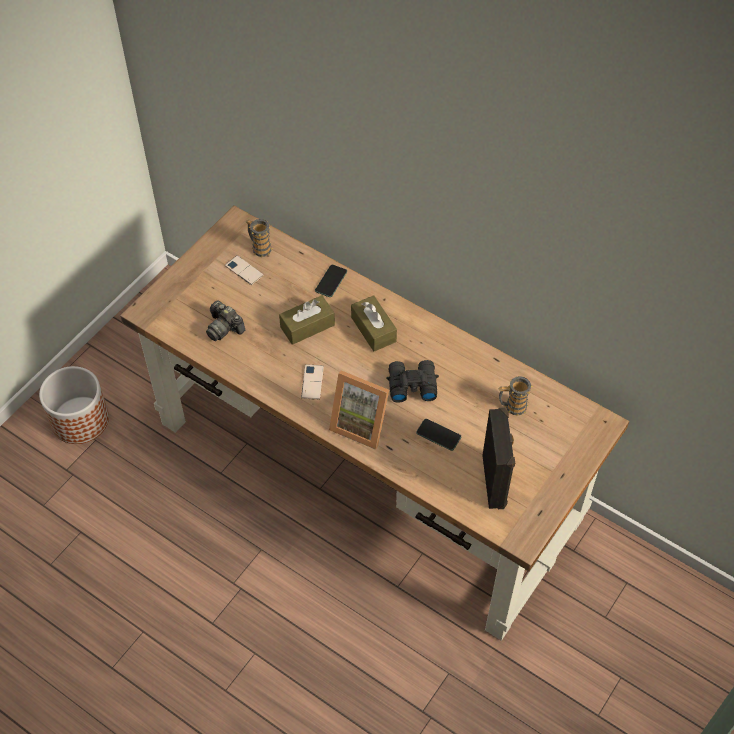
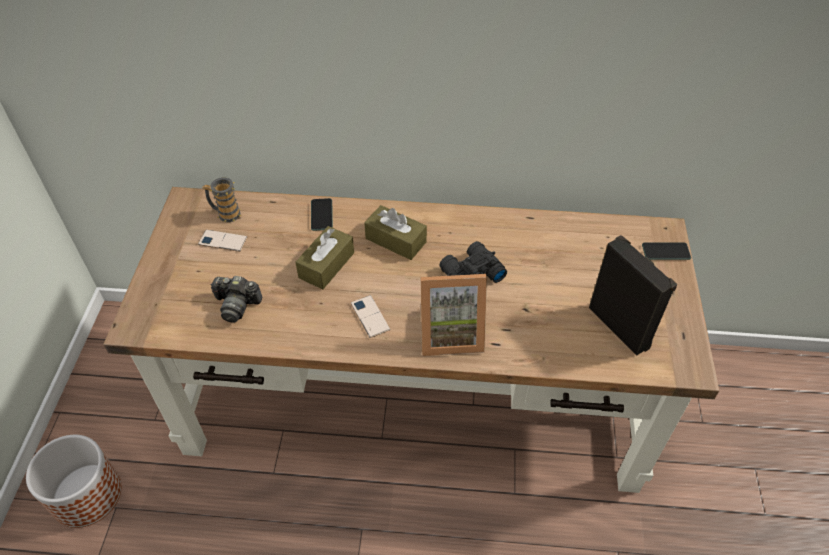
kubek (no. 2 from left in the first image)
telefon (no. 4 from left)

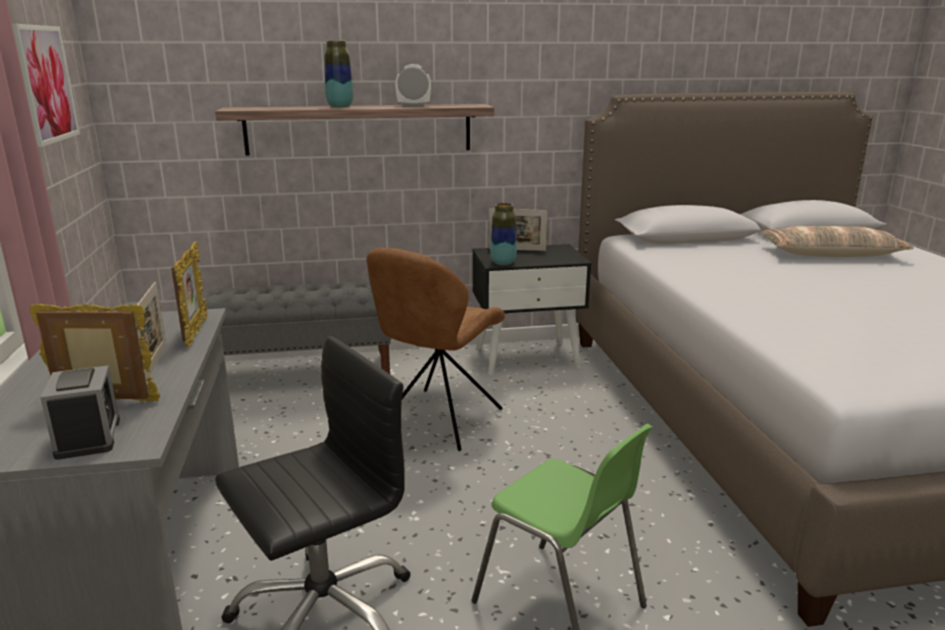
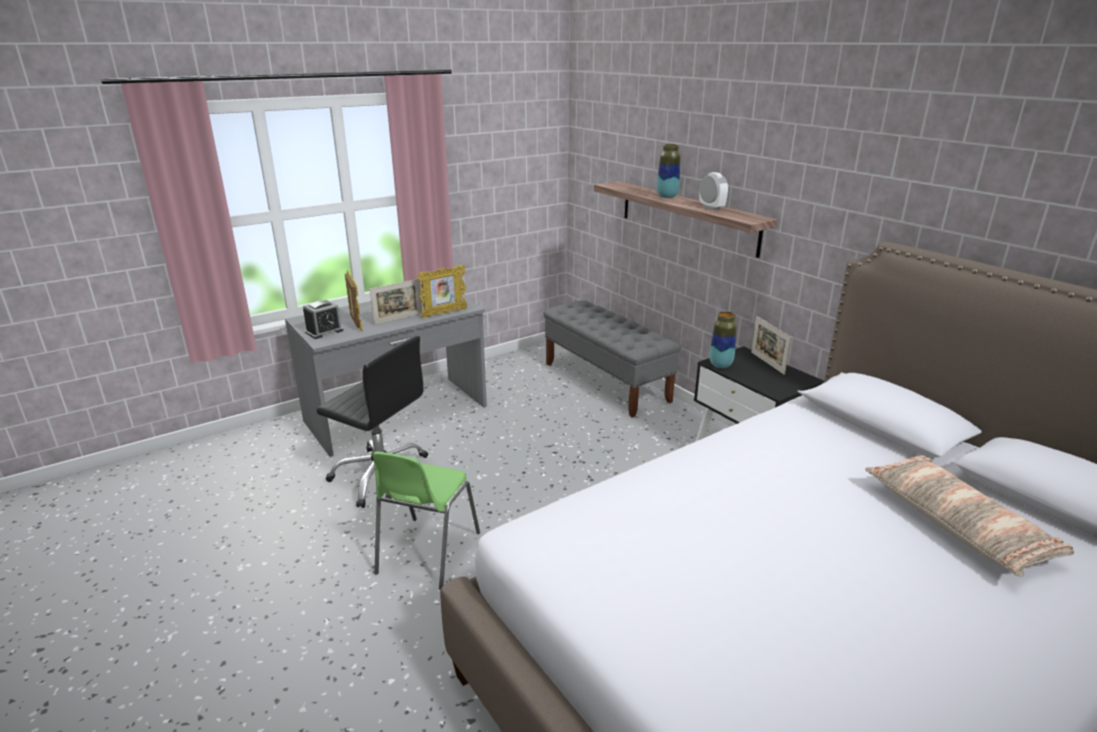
obraz
krzesło/brązowy

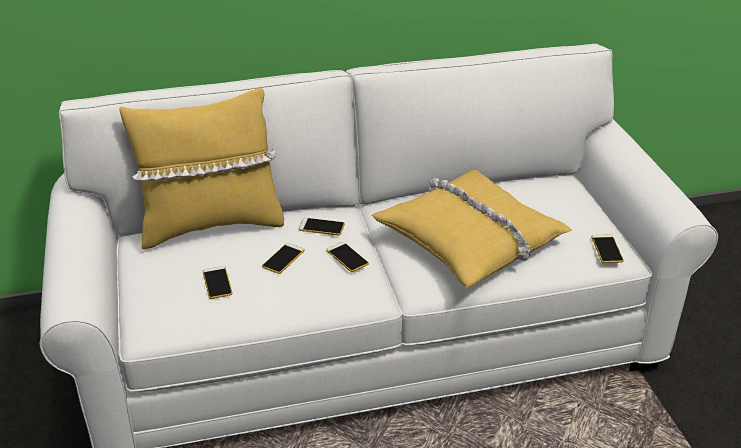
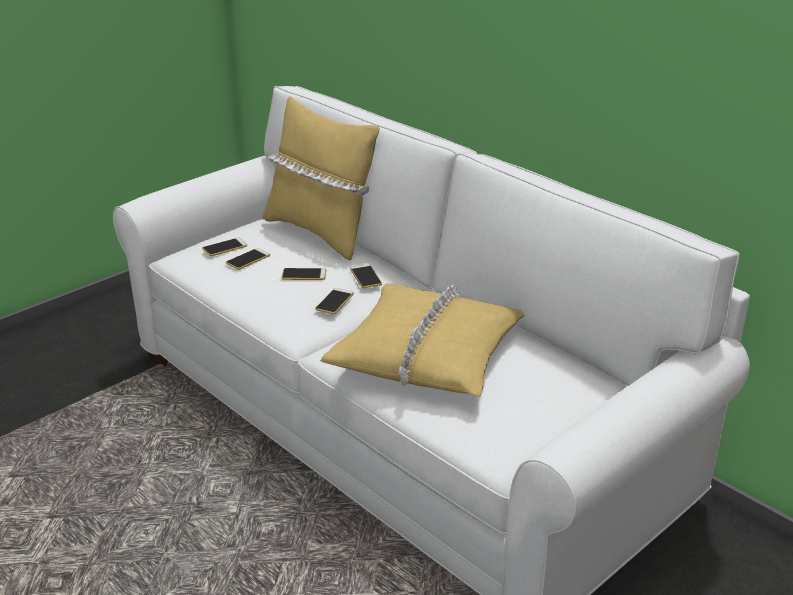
telefon (no. 1 from left)

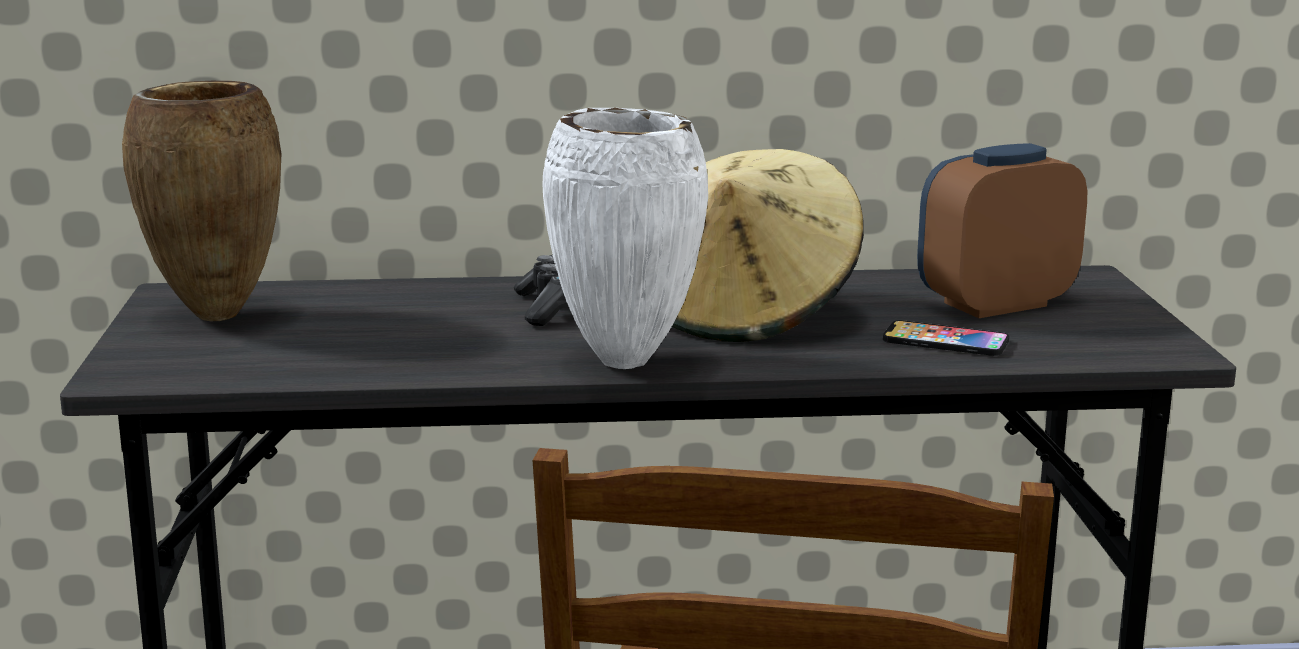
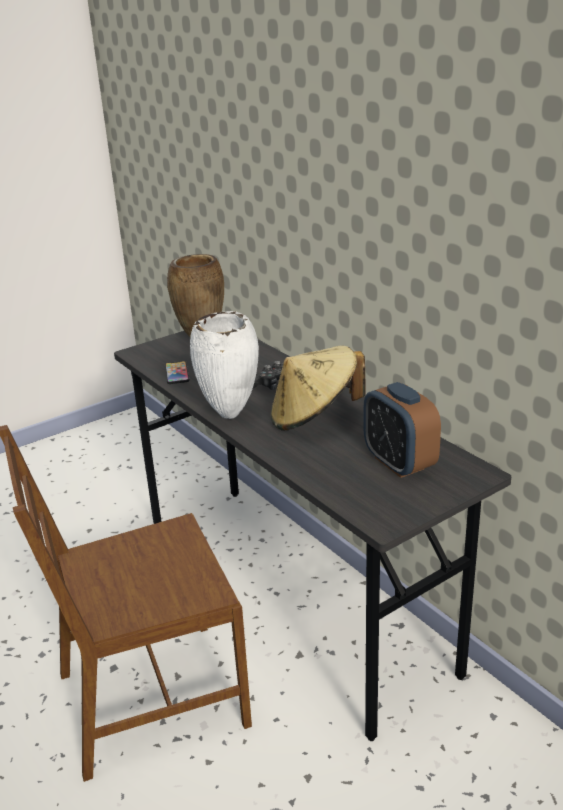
budzik
telefon

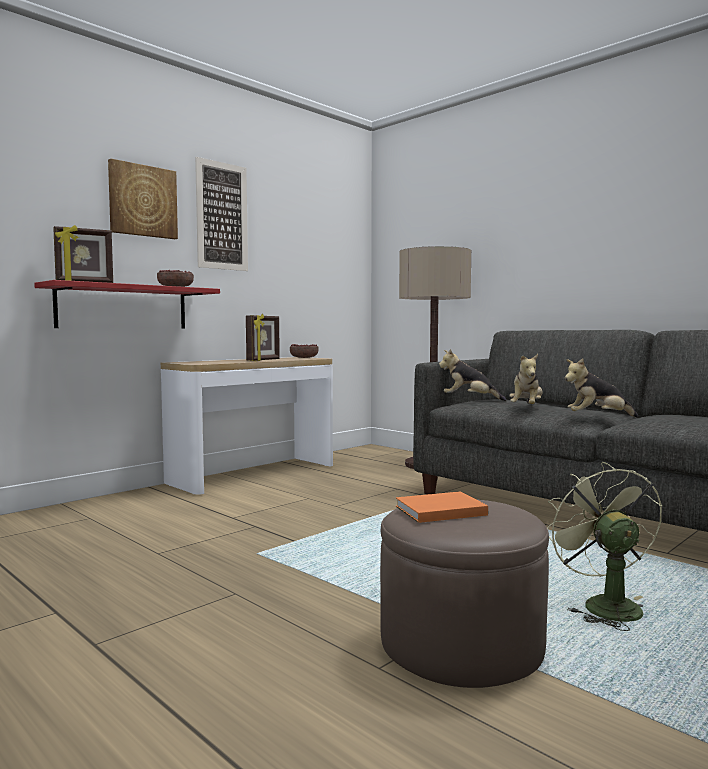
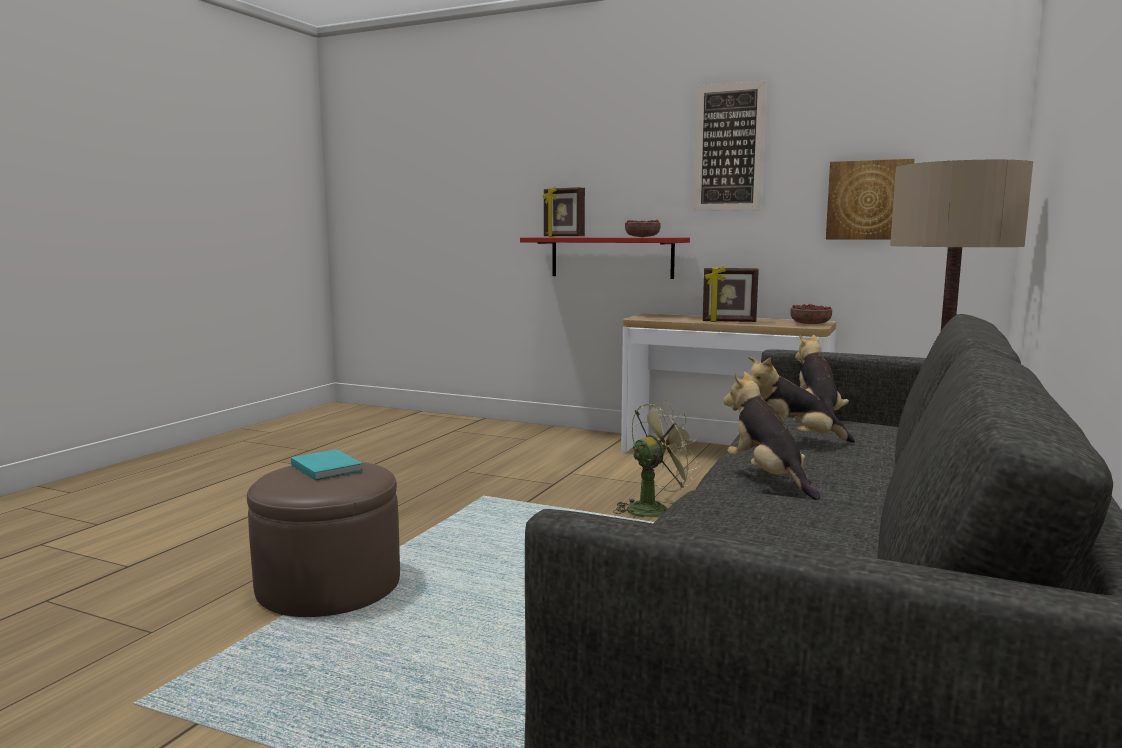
obraz (no. 2 from left)
wentylator/zielony
książka/turkusowy

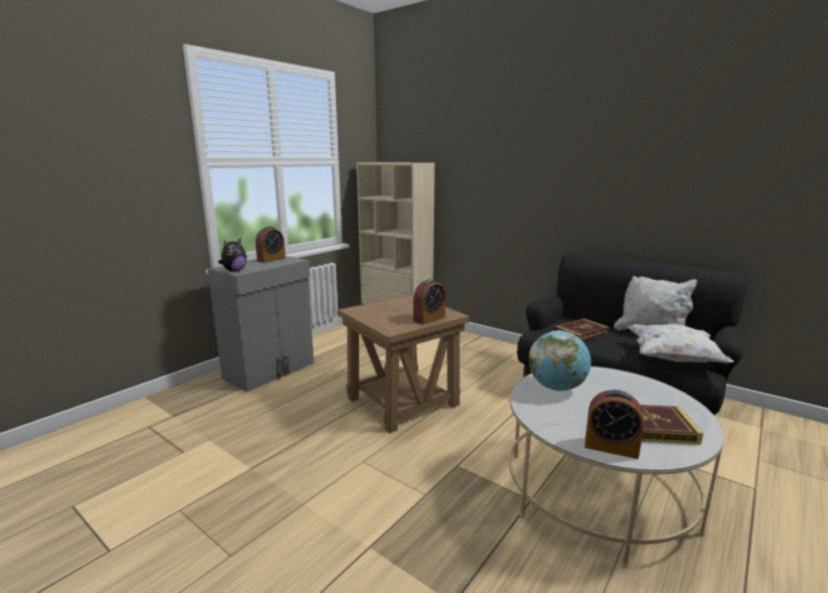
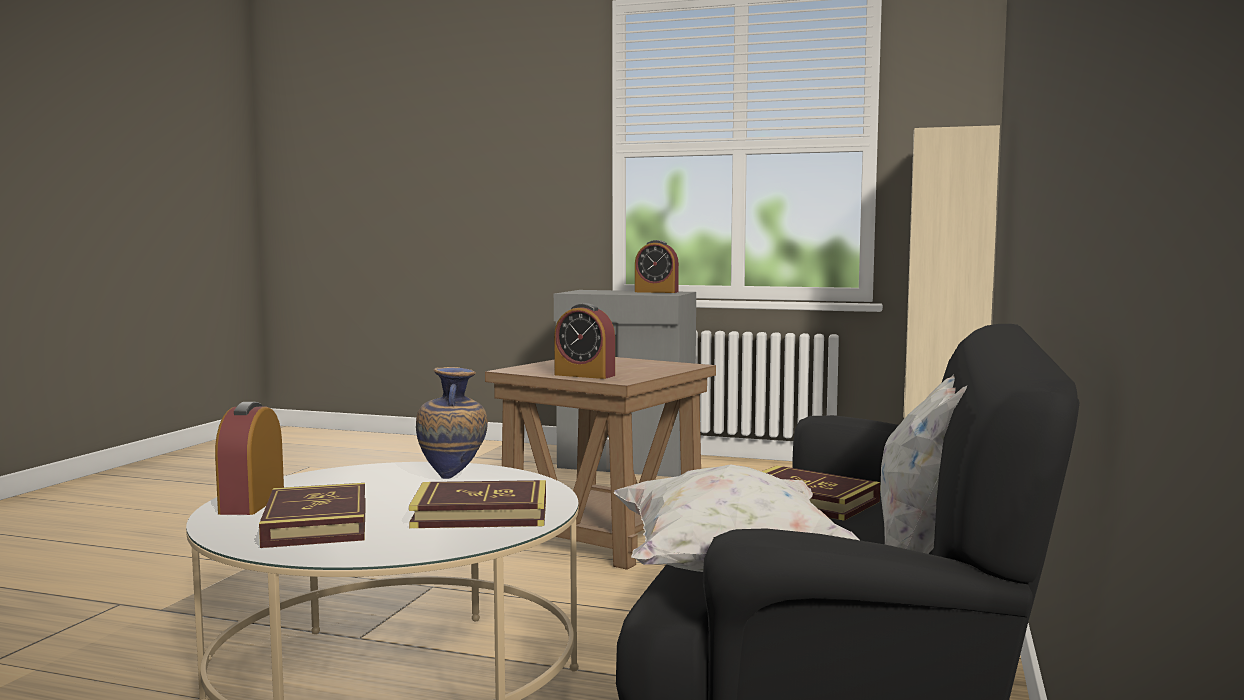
pluszak
wazon
książka (no. 2 from left)

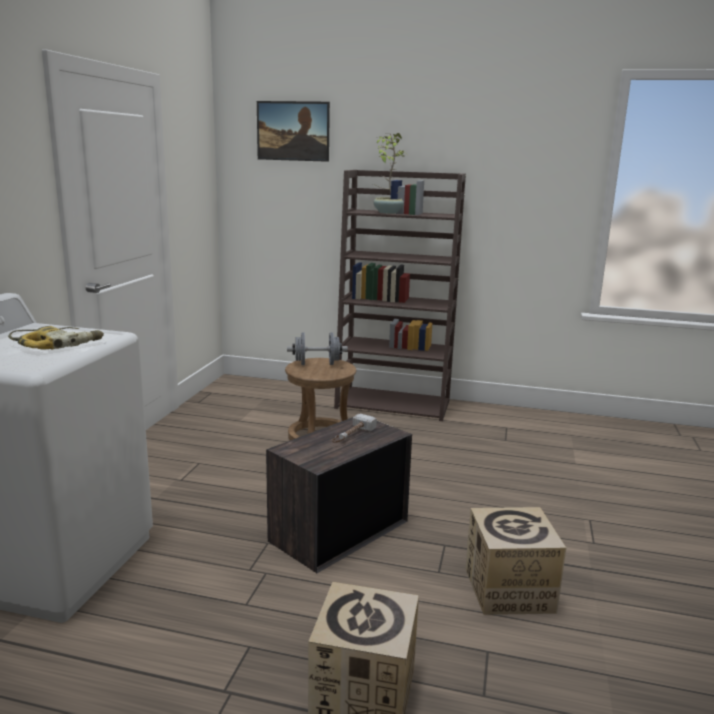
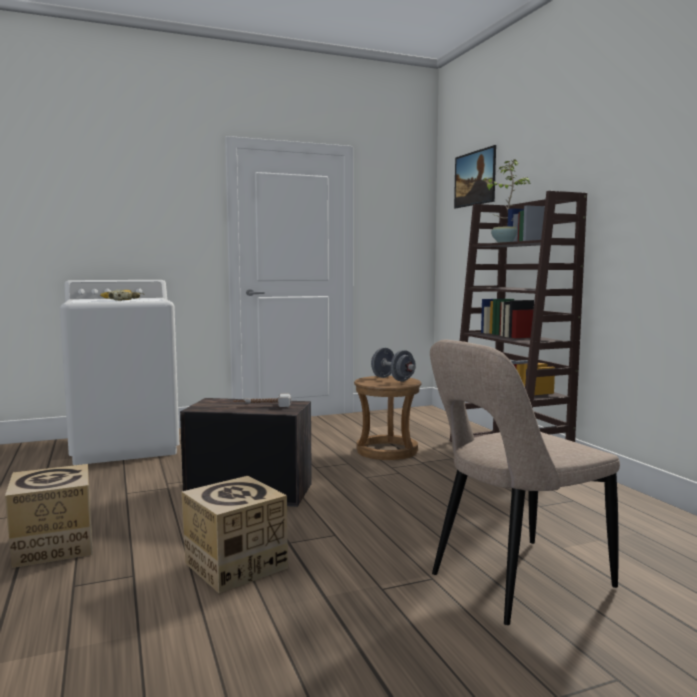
krzesło/beżowy

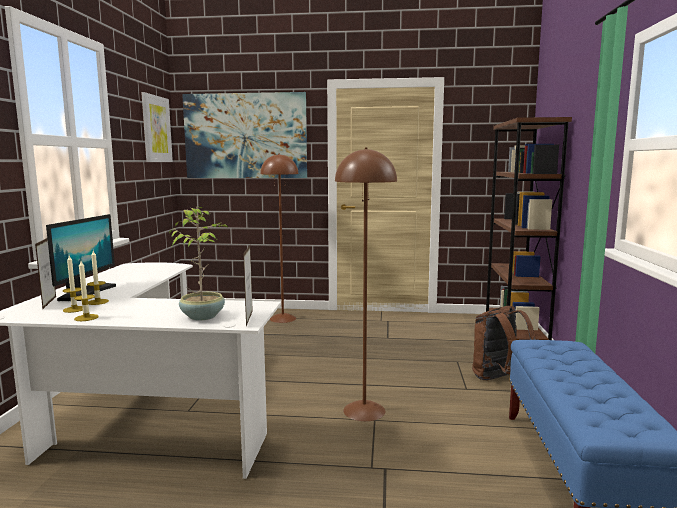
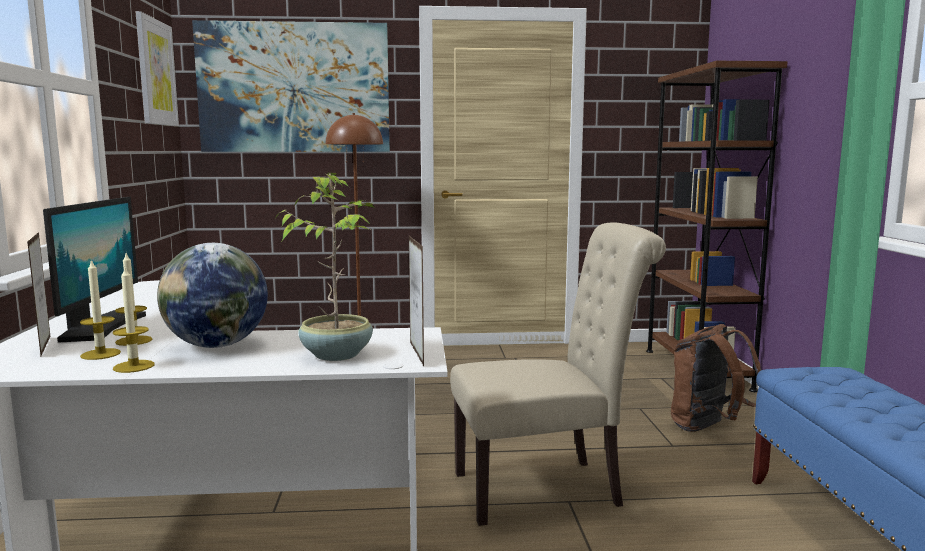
krzesło/beżowy
globus

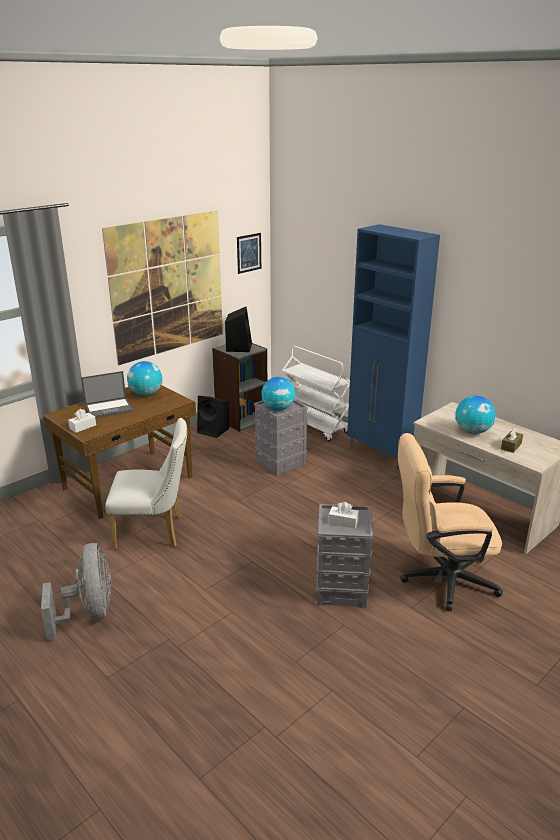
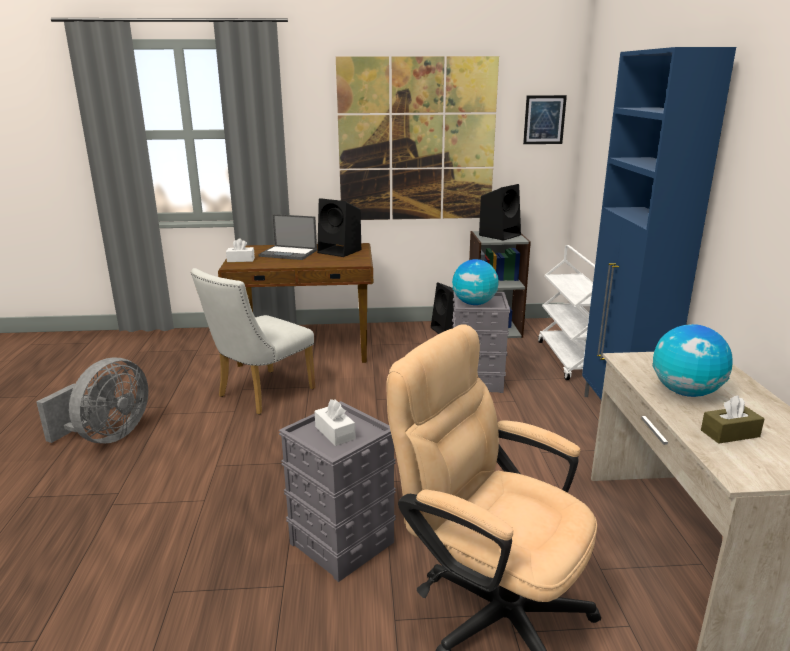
głośnik/czarny (no. 1 from left)
krzesło/biały

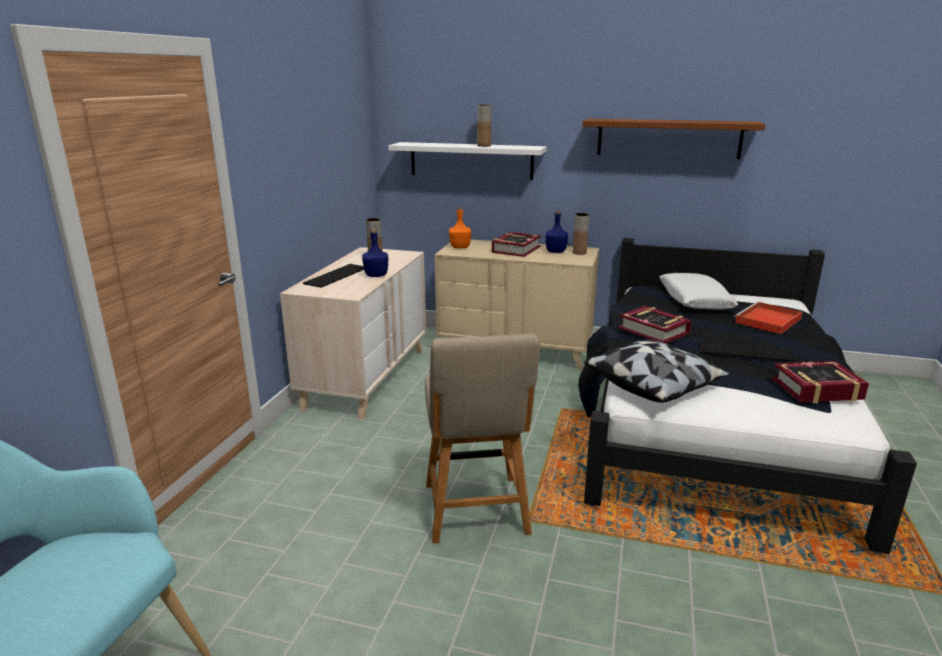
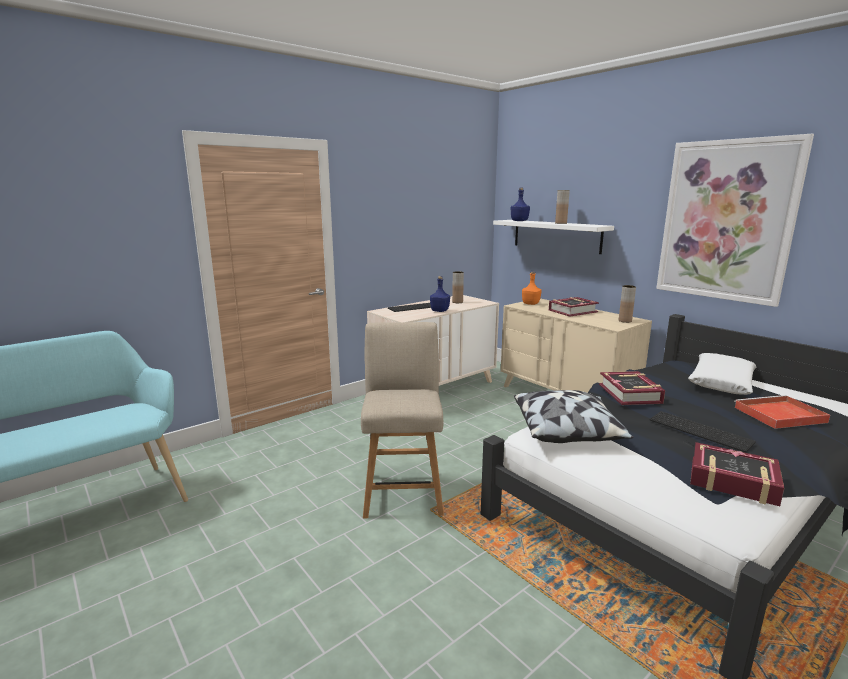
obraz
butelka/niebieski (no. 2 from left)
krzesło/beżowy

